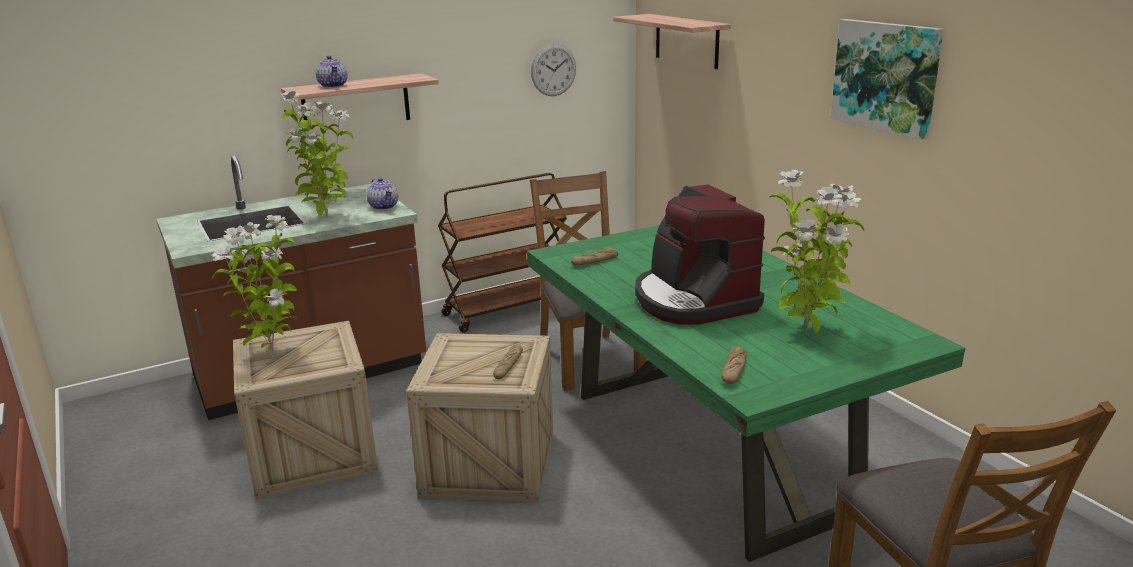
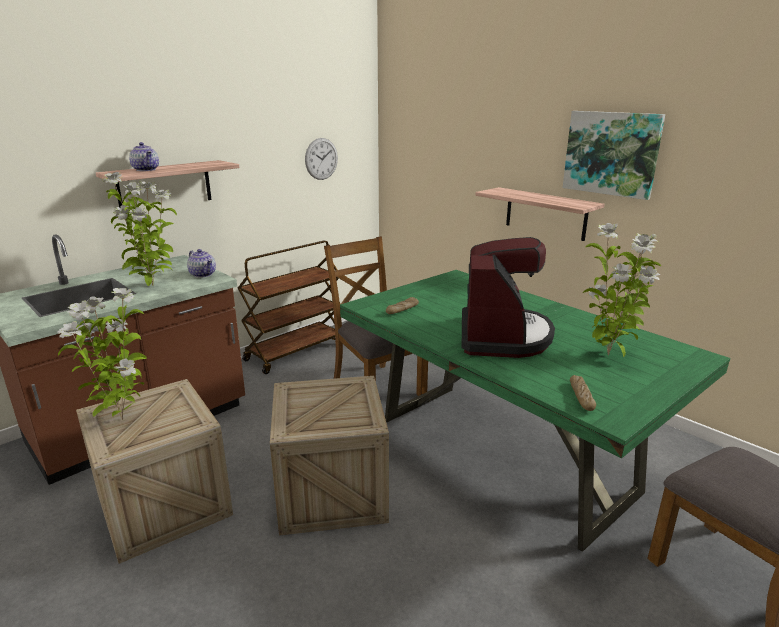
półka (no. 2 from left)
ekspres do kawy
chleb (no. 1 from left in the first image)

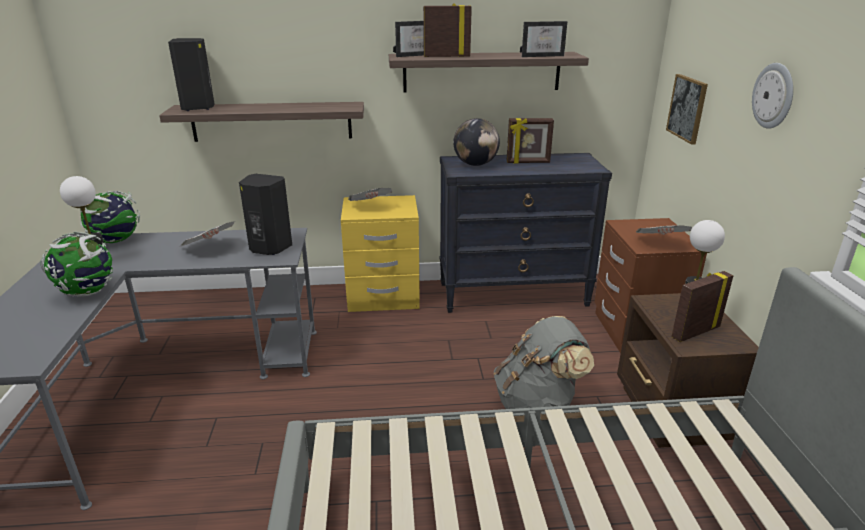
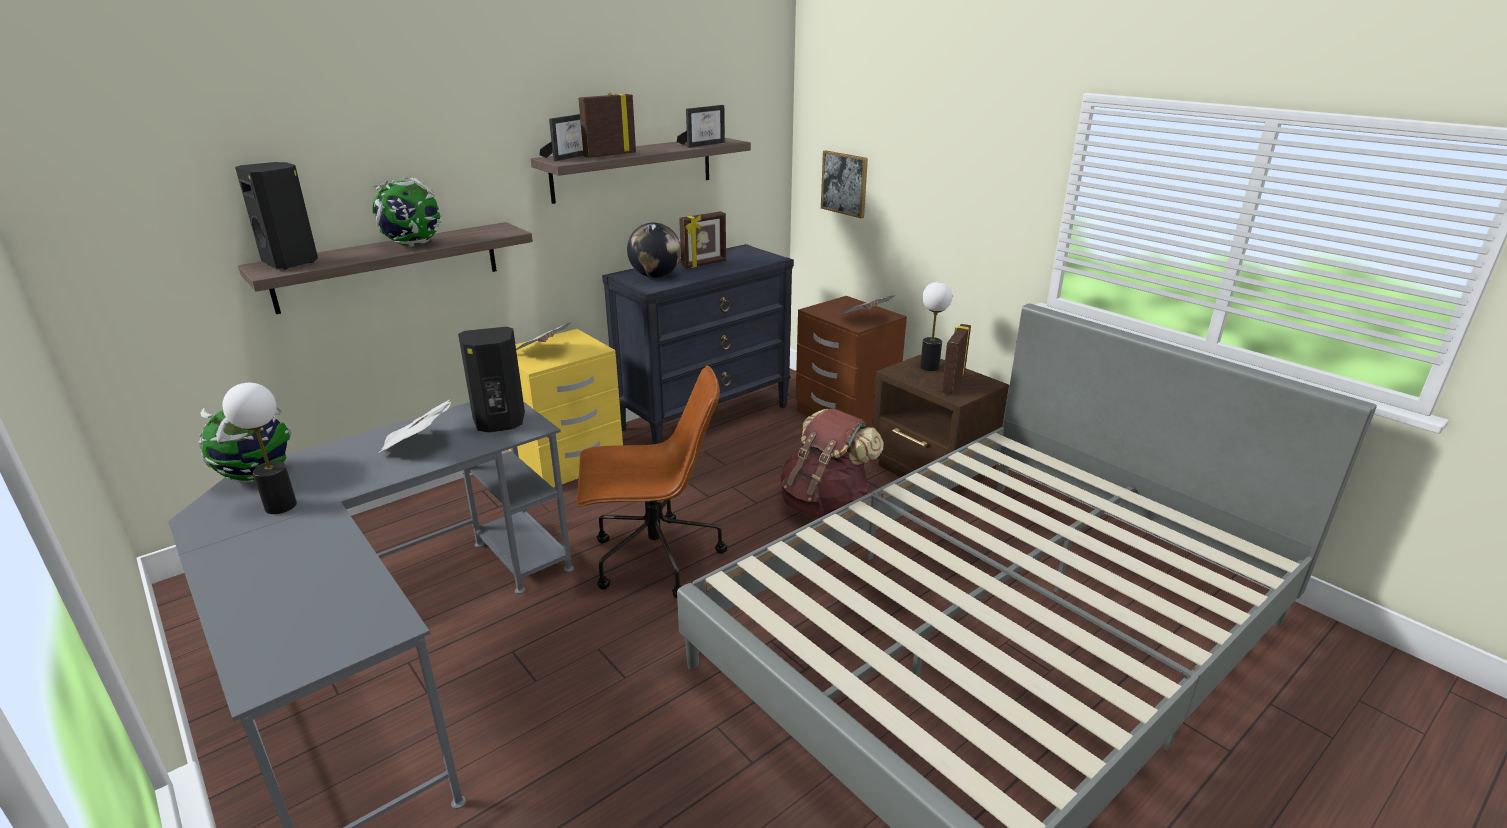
zegar ścienny
globus (no. 2 from left)
plecak/brązowy
krzesło biurowe/brązowy

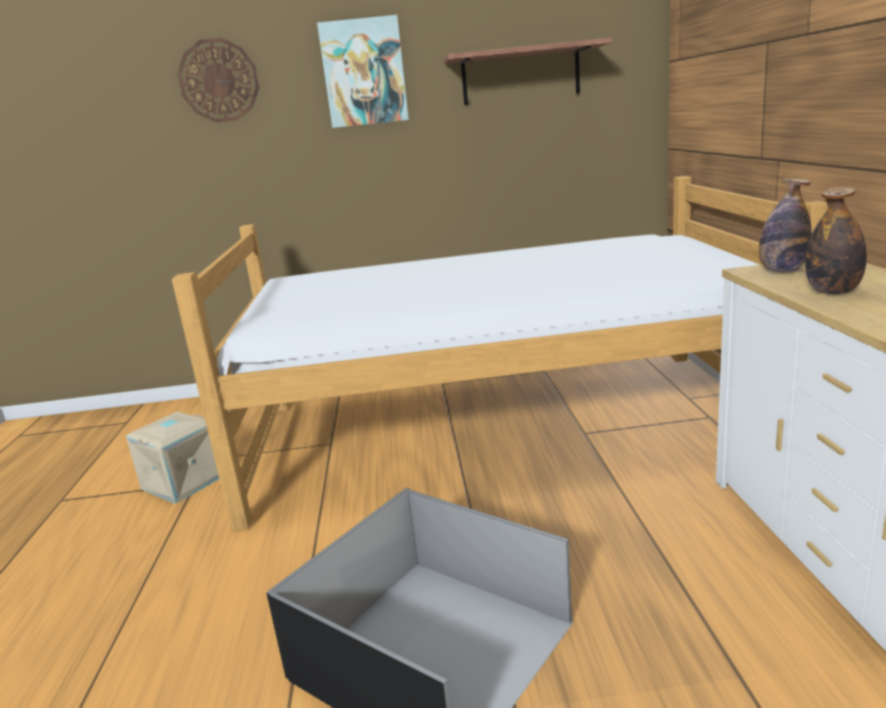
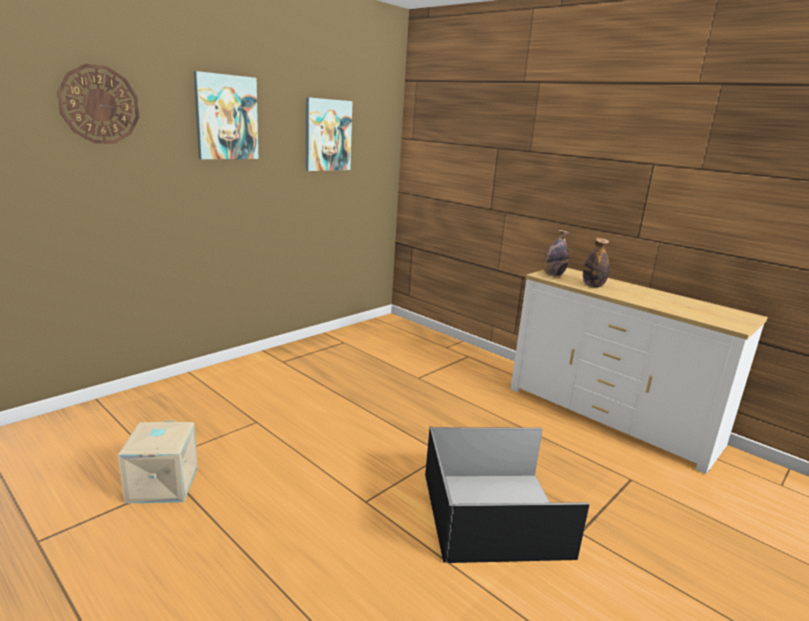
obraz (no. 2 from left)
łóżko

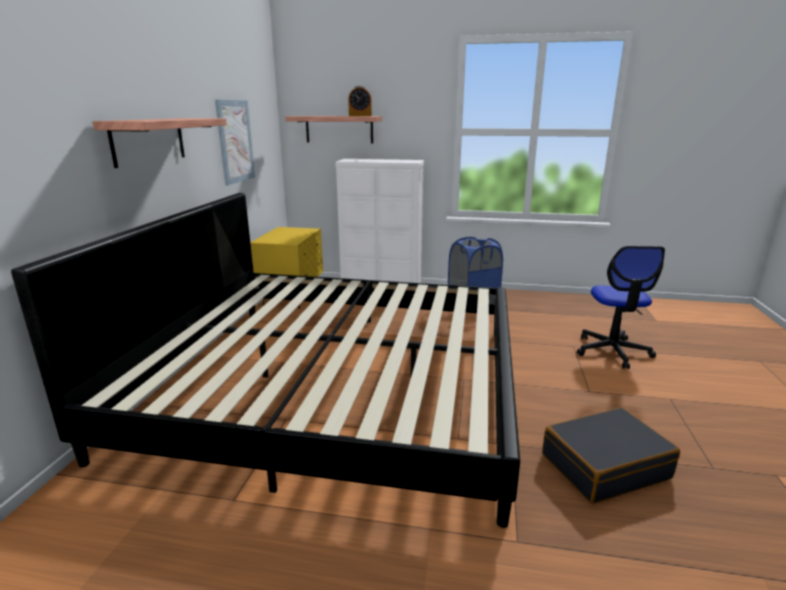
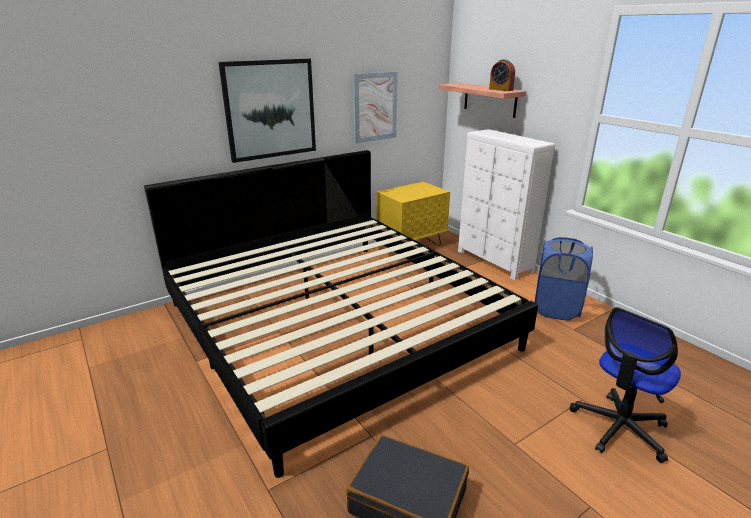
obraz (no. 1 from left)

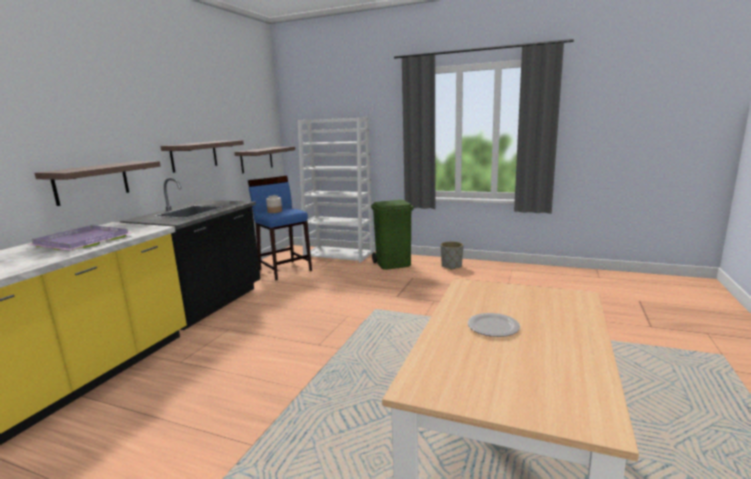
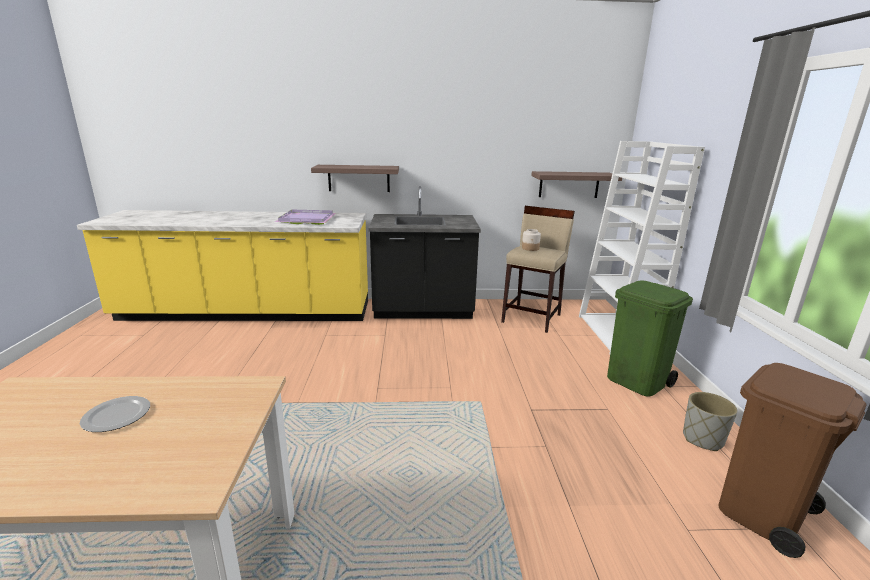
półka (no. 2 from left in the first image)
stołek/beżowy
kosz na śmieci/brązowy

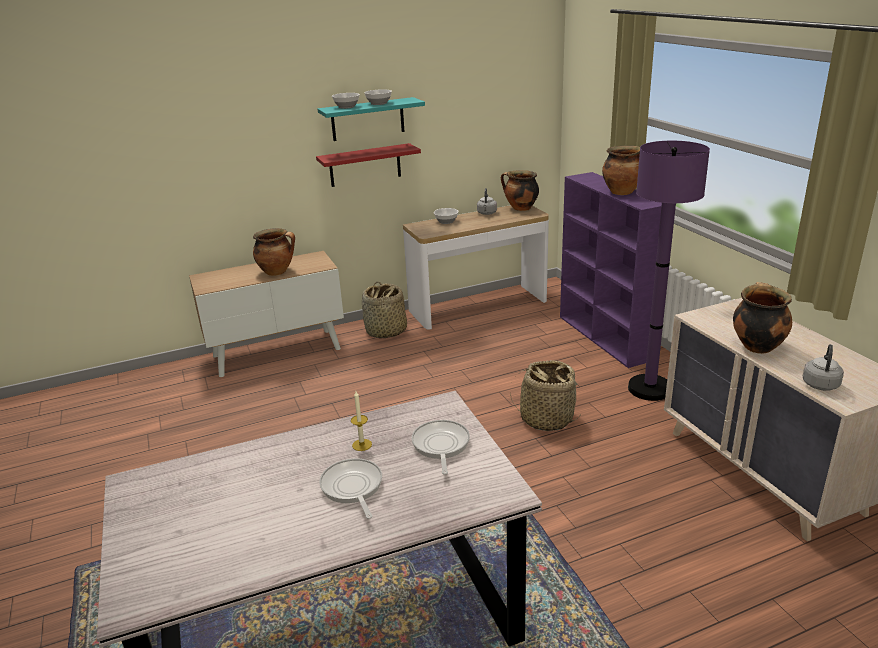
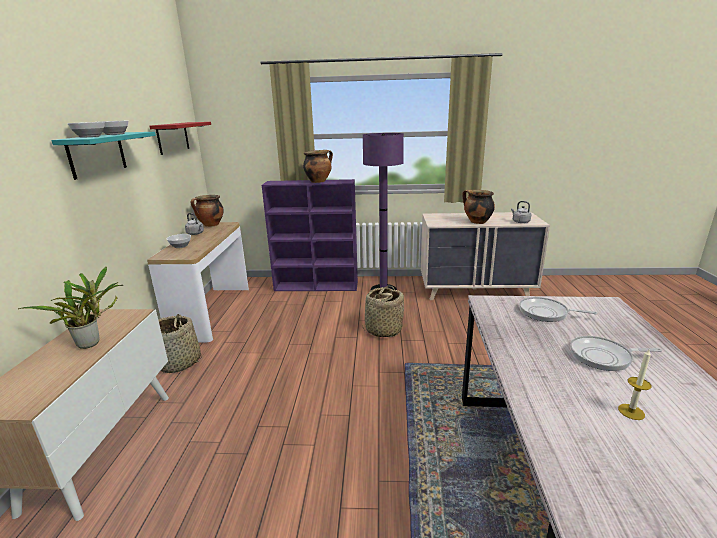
półka/czerwony
roślina doniczkowa
świeca

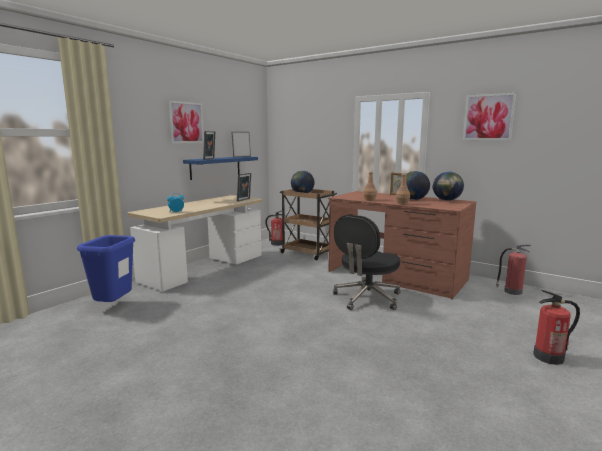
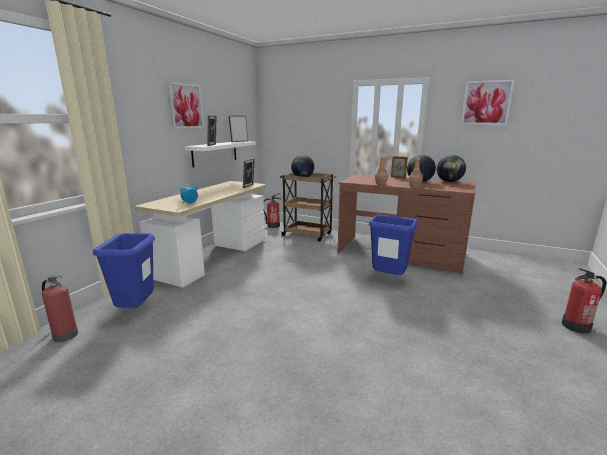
półka/biały
kosz na śmieci/niebieski (no. 2 from left)
gaśnica (no. 1 from left)

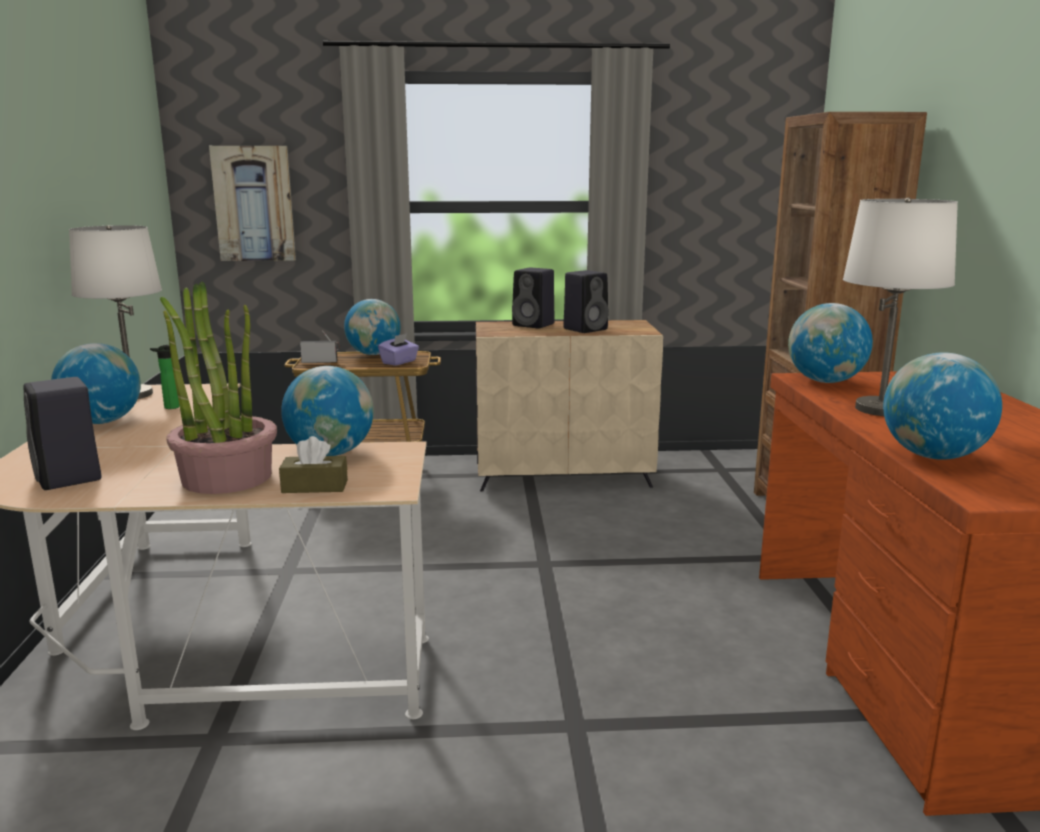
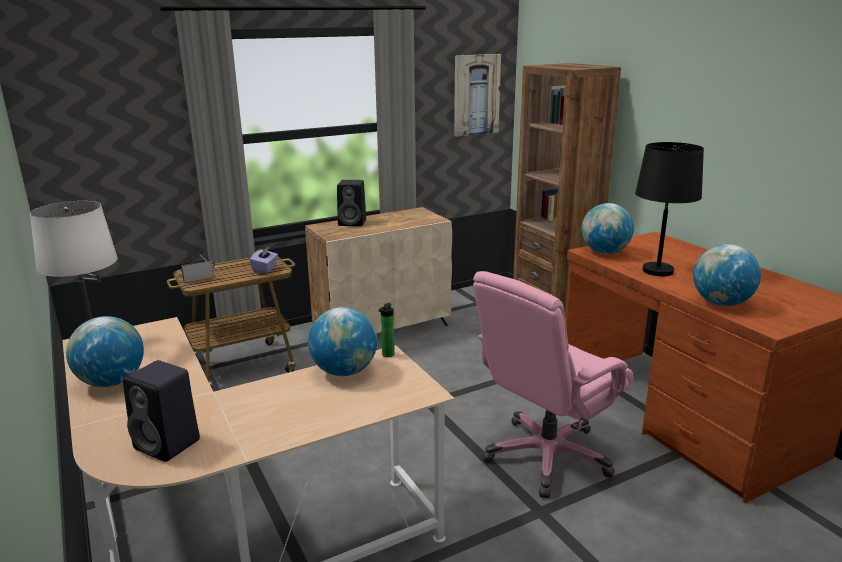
obraz
lampa stołowa/czarny
głośnik/czarny (no. 3 from left in the first image)
roślina doniczkowa
globus (no. 3 from left in the first image)
butelka
pudełko chusteczek/brązowy
krzesło biurowe/różowy

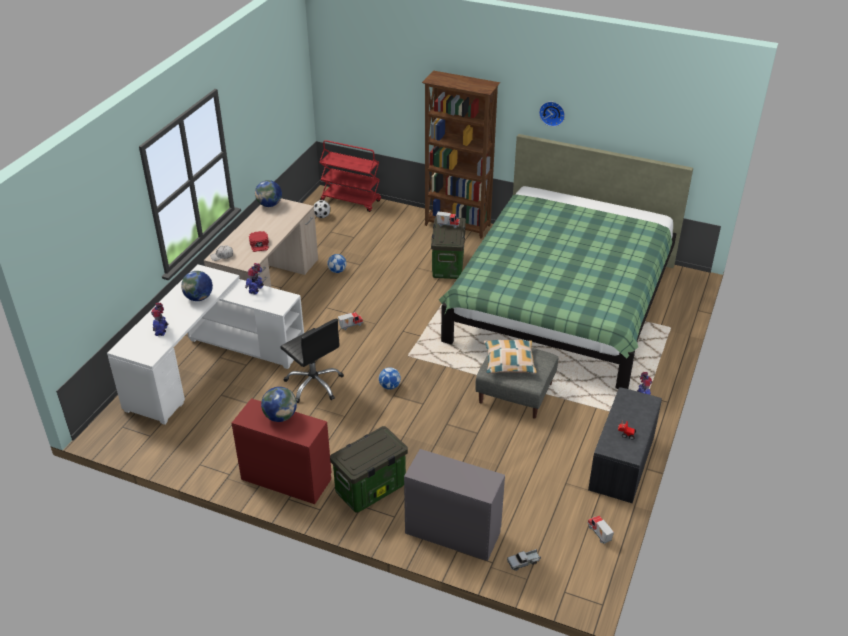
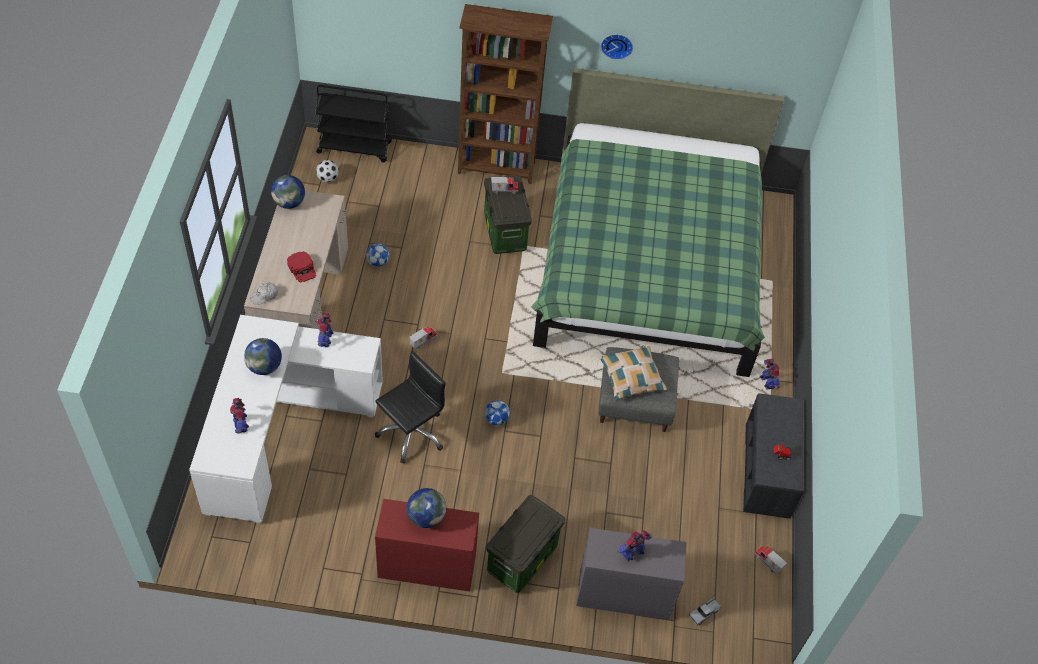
wózek/czarny
krzesło biurowe/czarny
robot zabawkowy (no. 3 from left)

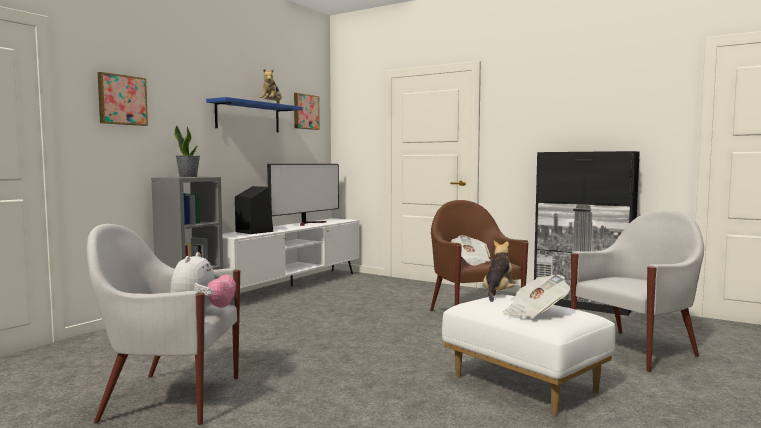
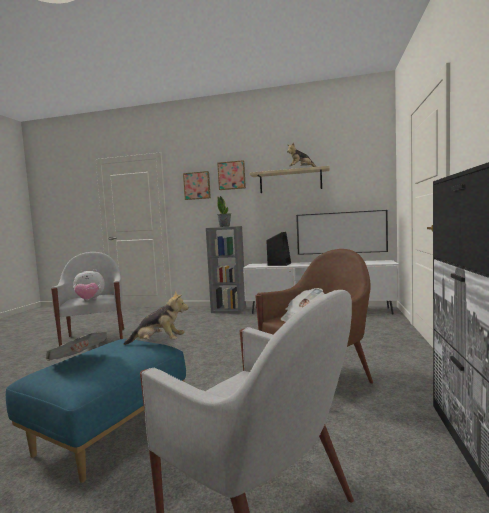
obraz (no. 2 from left)
półka/beżowy
pufa/niebieski

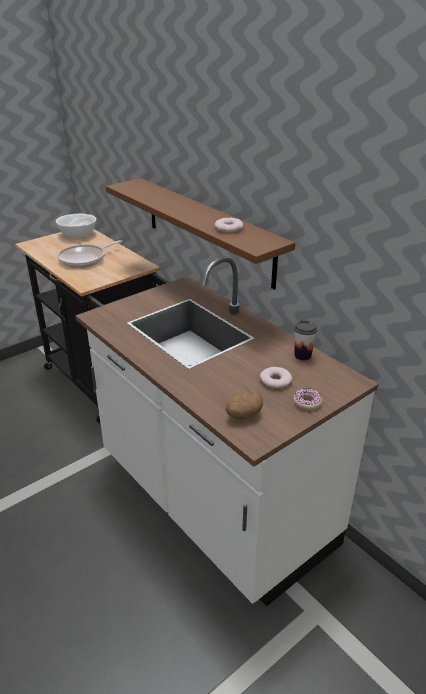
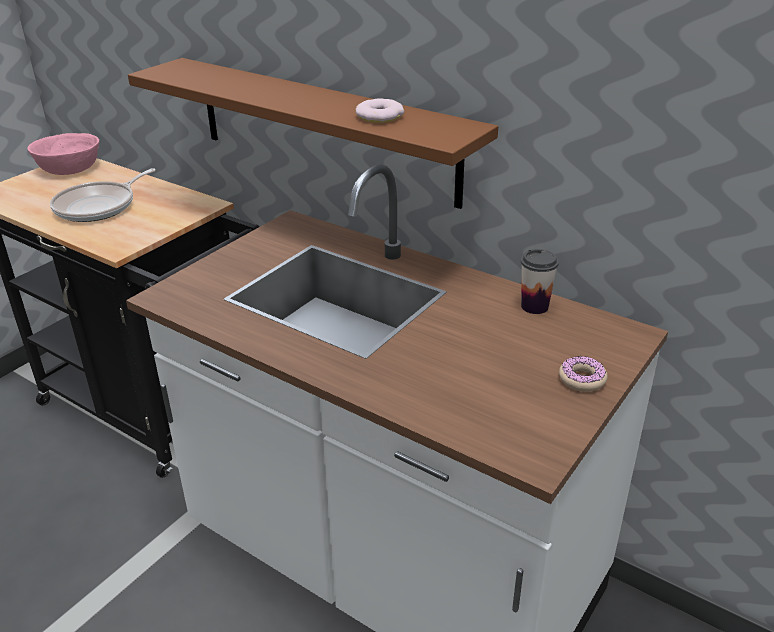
miska/różowy
donut (no. 2 from left in the first image)
ziemniak

